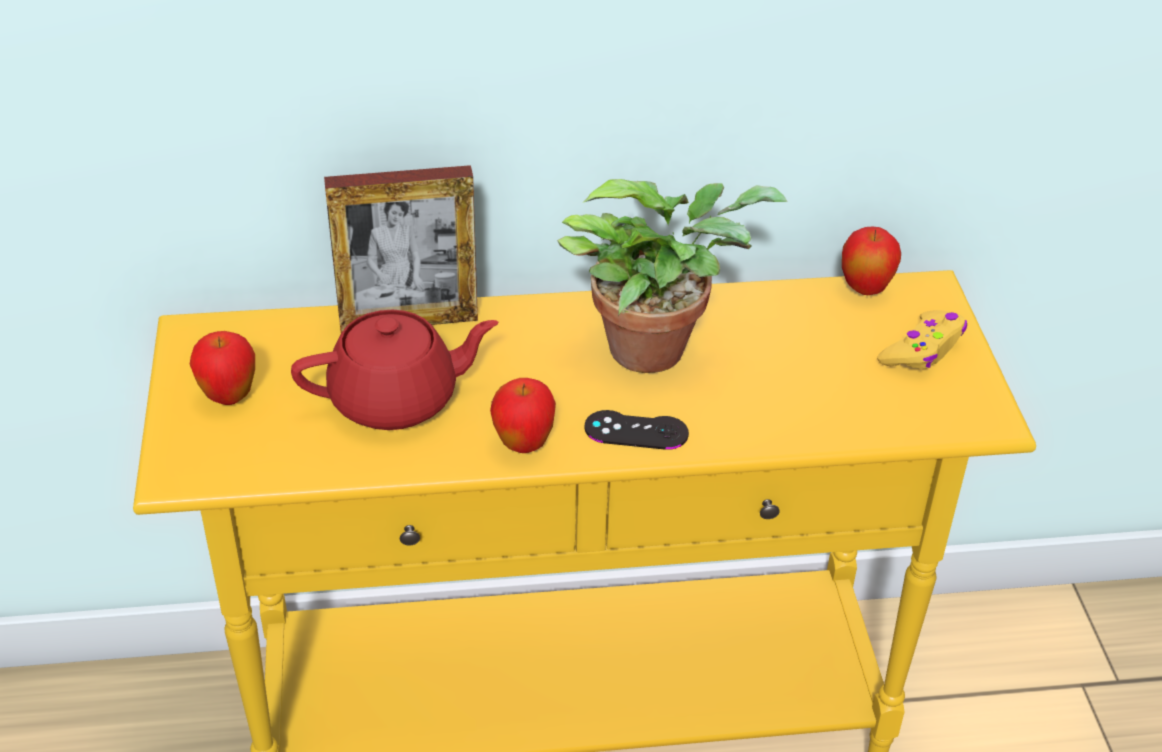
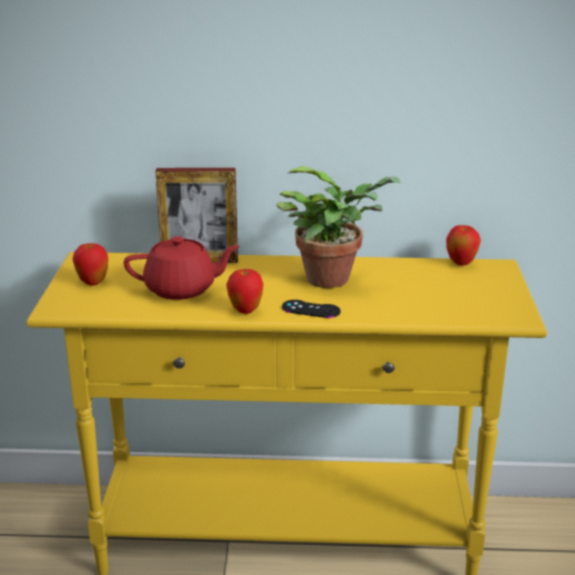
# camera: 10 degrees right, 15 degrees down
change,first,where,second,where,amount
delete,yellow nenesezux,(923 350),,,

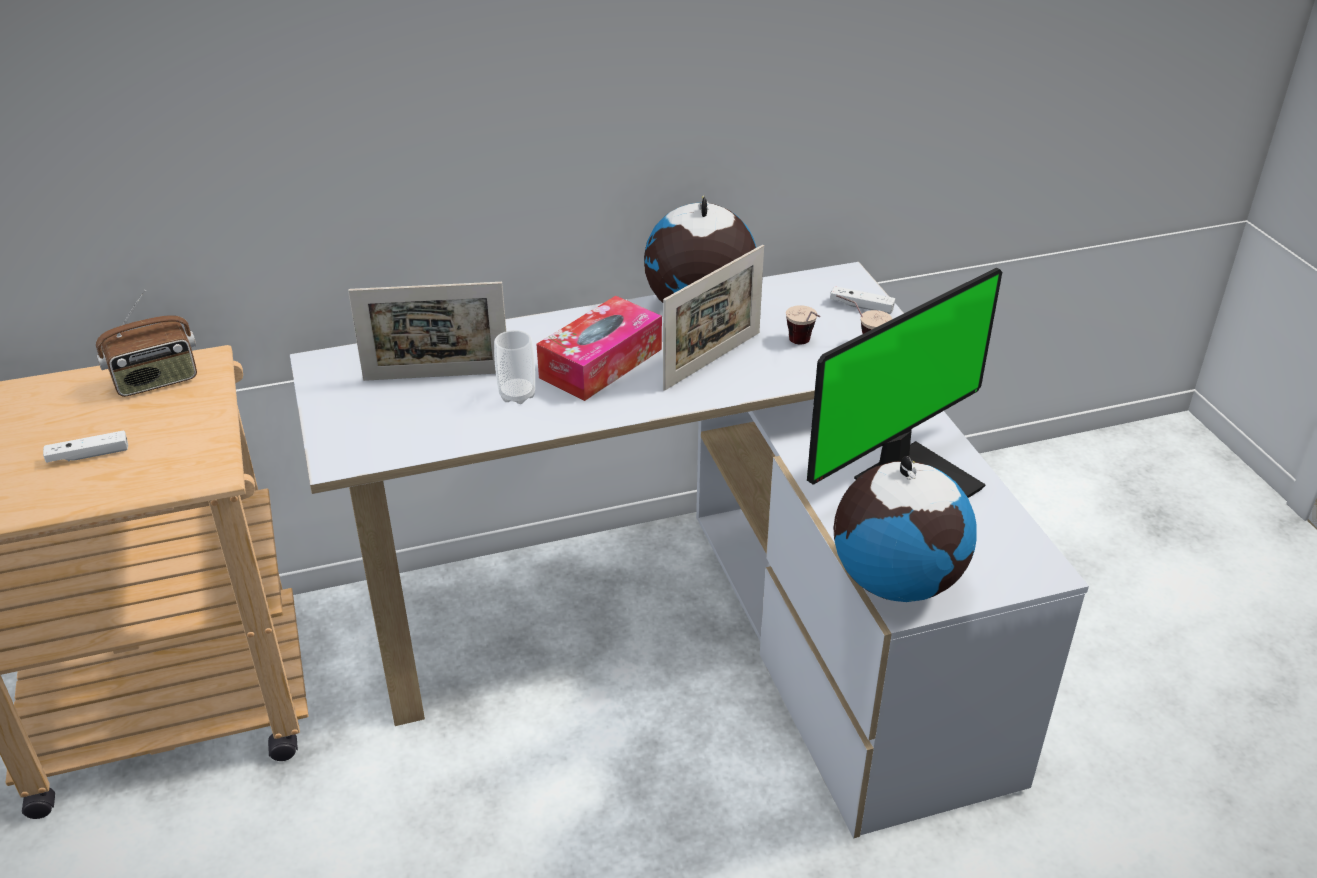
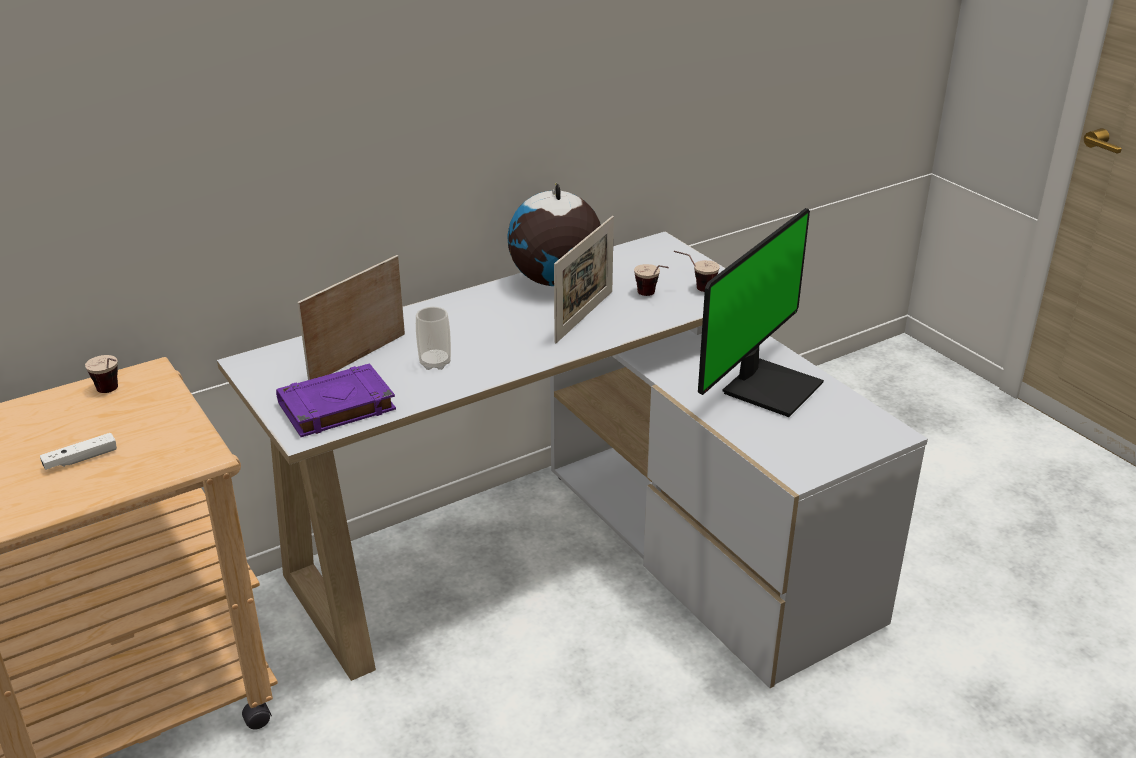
# camera: 15 degrees left, 5 degrees down
change,first,where,second,where,amount
delete,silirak,(601 363),,,
delete,white nenesezux,(861 306),,,
delete,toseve,(896 580),,,
insert,,,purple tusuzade,(335 407),
replace,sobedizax,(156 381),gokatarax,(113 393),
rotate,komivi,(436 376),,(358 358),150 degrees clockwise

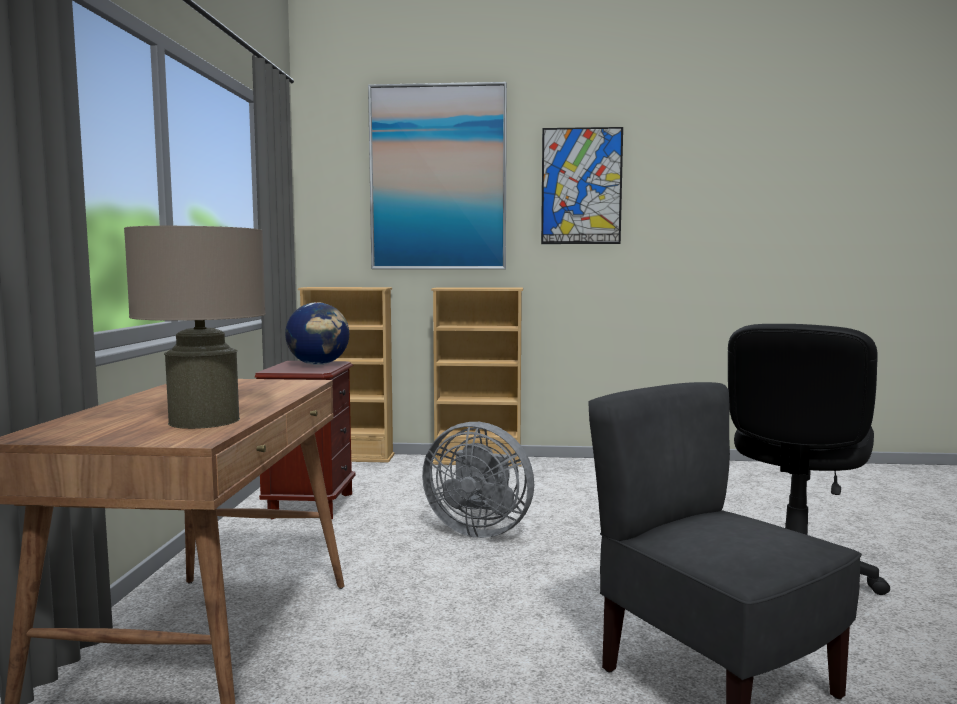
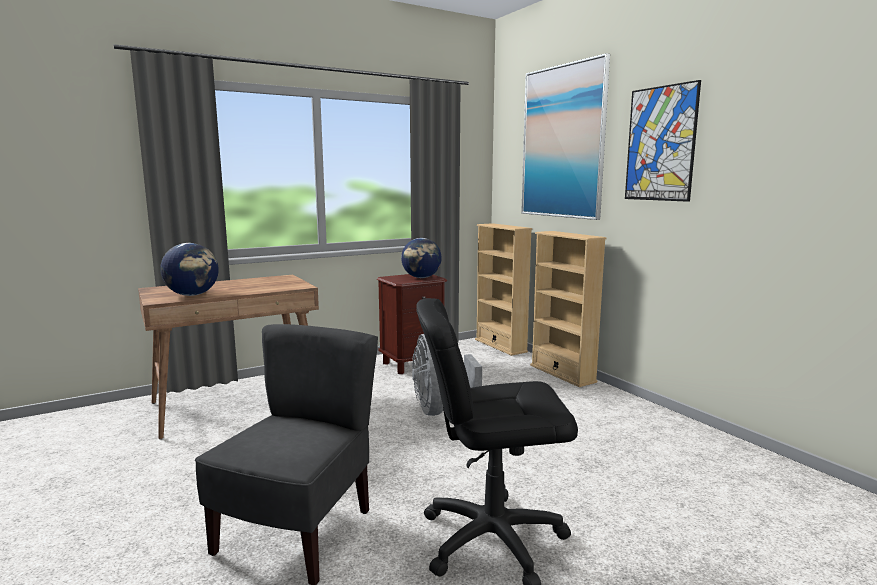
# camera: 55 degrees right, 5 degrees up
change,first,where,second,where,amount
replace,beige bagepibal,(204 421),toseve,(192 295),

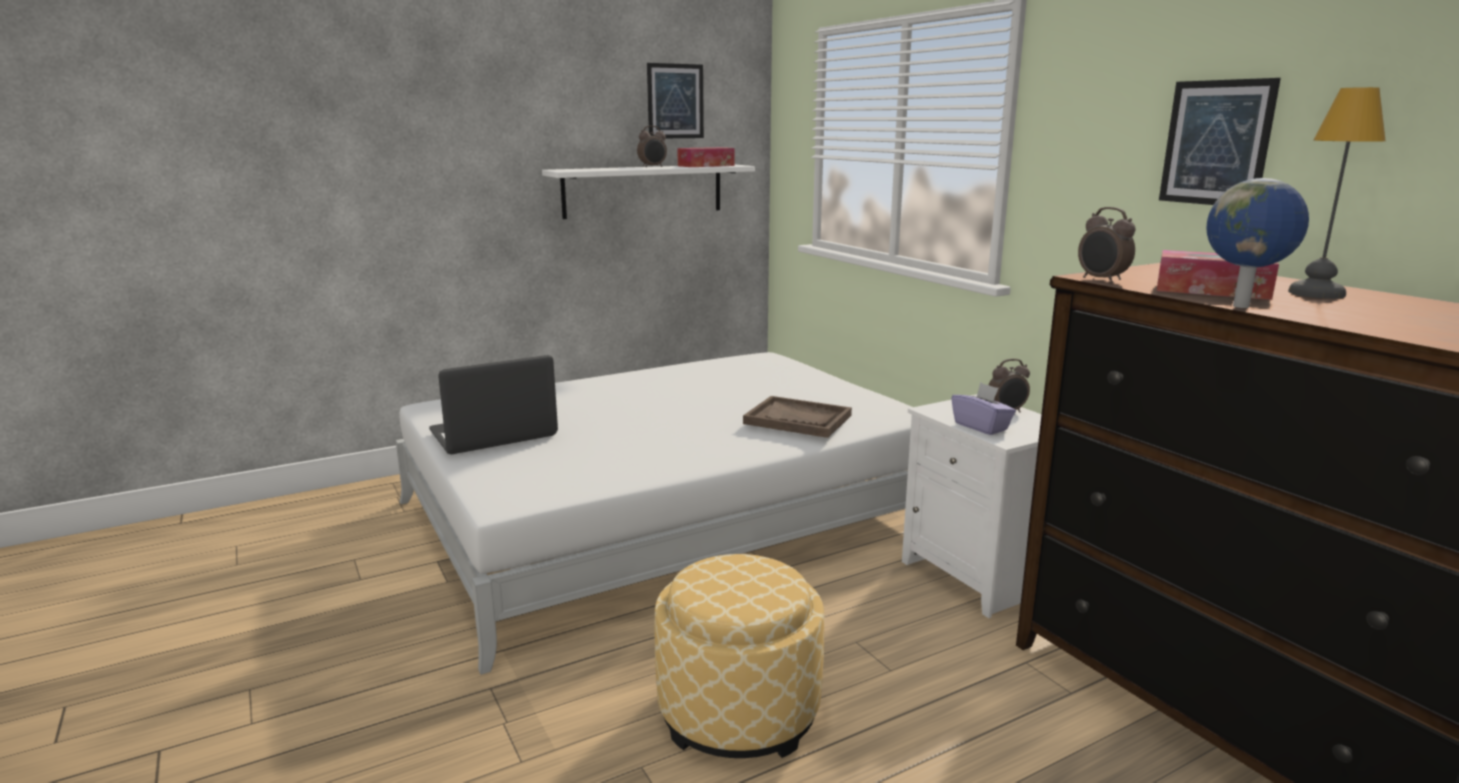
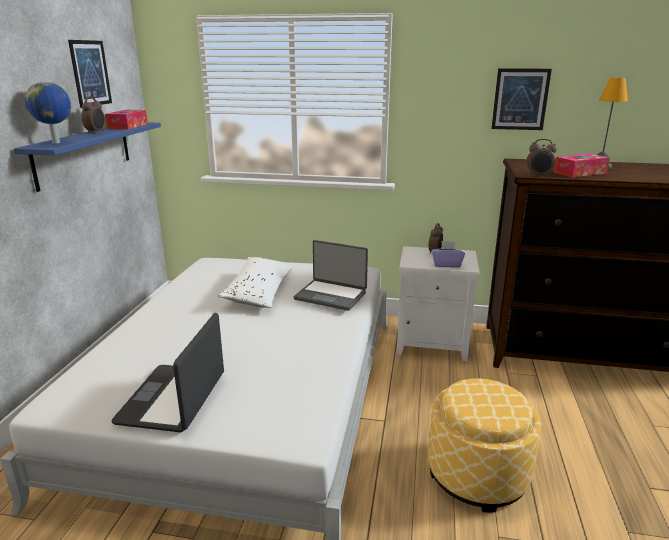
# camera: 50 degrees left, 5 degrees up
change,first,where,second,where,amount
insert,,,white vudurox,(259 291),
move,toseve,(1242 306),,(57 143),
replace,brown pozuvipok,(798 419),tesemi,(331 295),
recolor,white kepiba,(643 190),blue kepiba,(84 153),

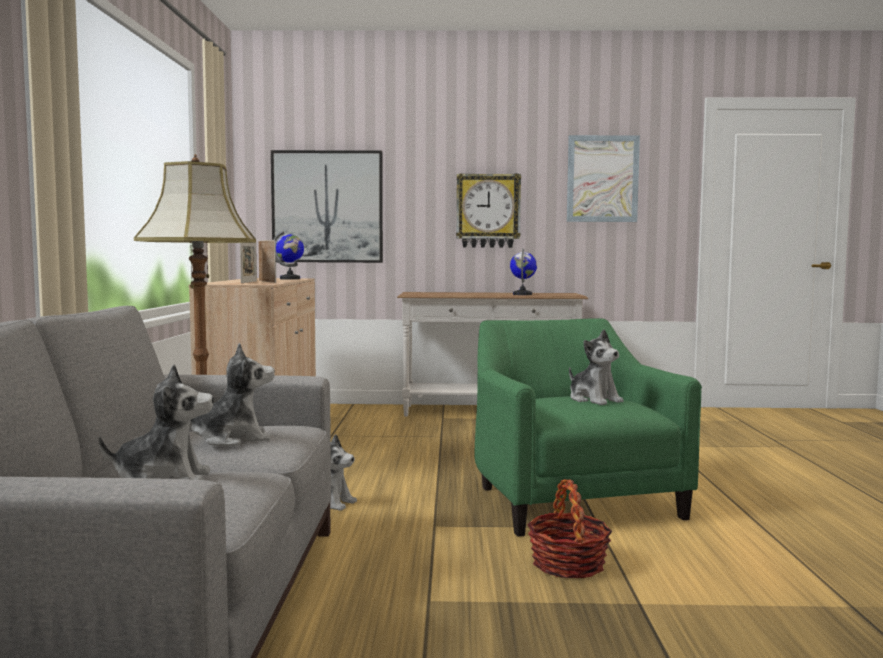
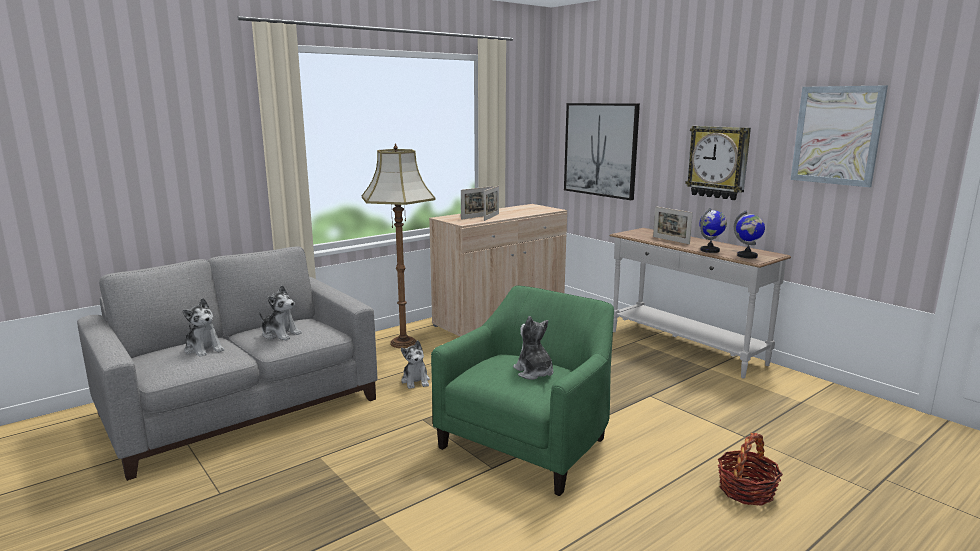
# camera: 50 degrees right, 10 degrees up
change,first,where,second,where,amount
insert,,,komivi,(670 240),
move,toseve,(290 279),,(747 256),
move,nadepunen,(568 564),,(746 490),
rotate,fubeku,(594 399),,(534 372),135 degrees clockwise

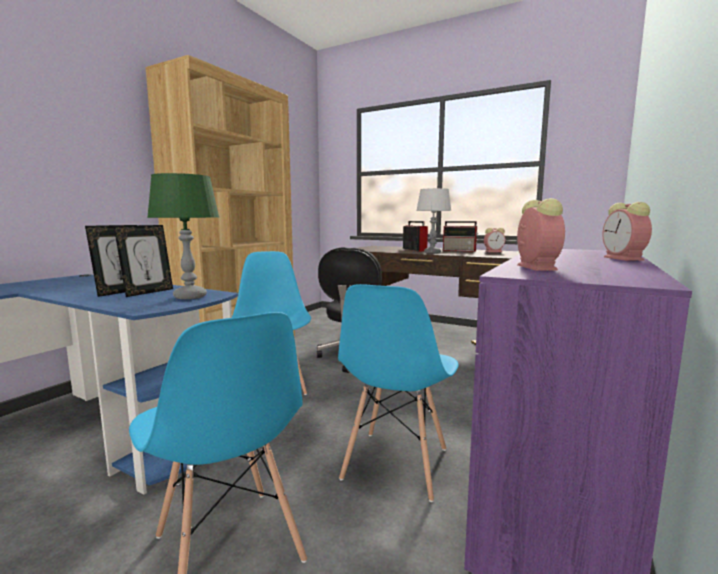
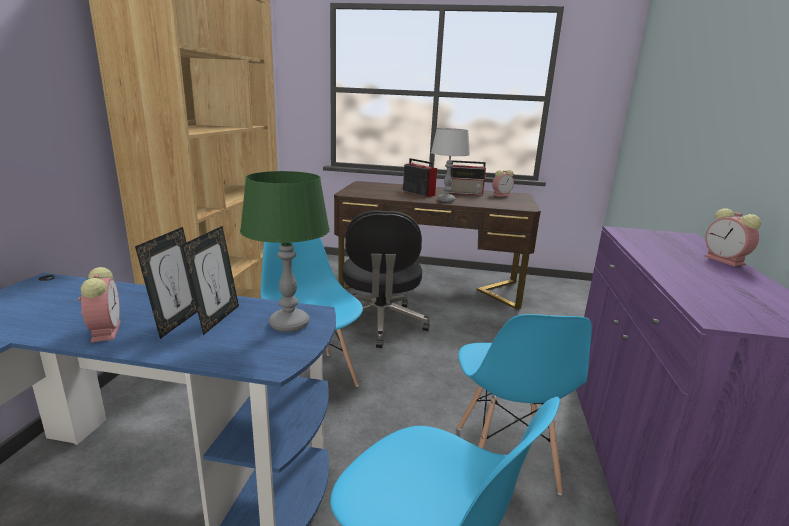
# camera: 20 degrees left, 10 degrees up
change,first,where,second,where,amount
move,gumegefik,(534 267),,(105 330),

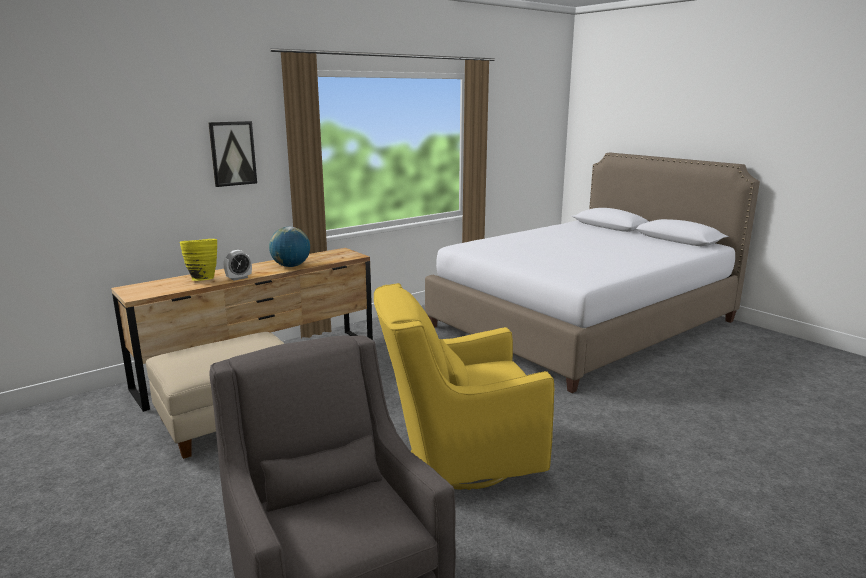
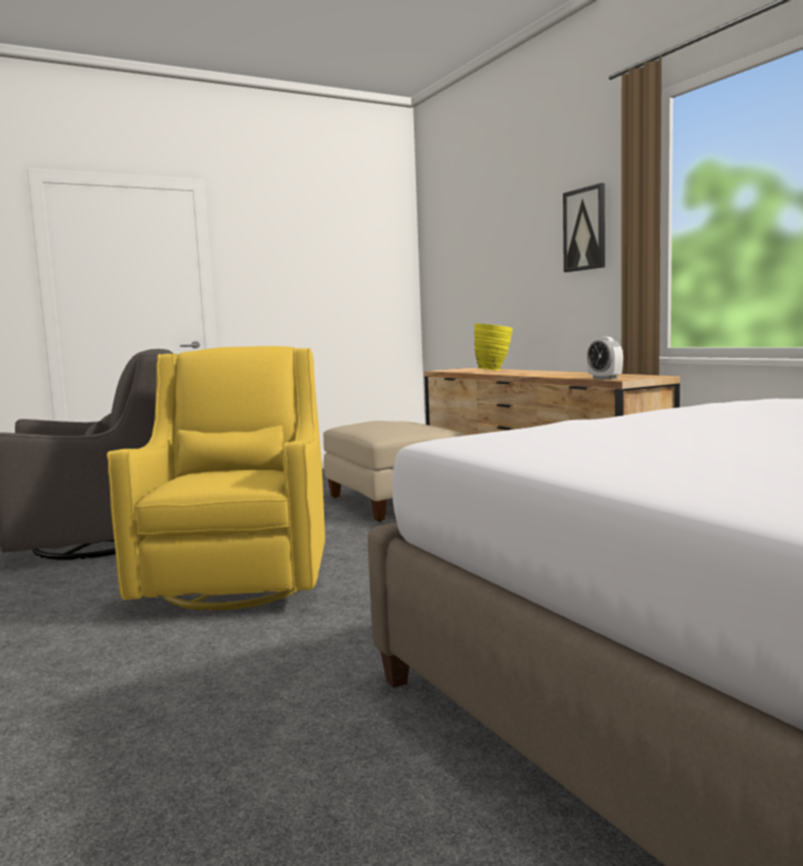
# camera: 100 degrees right, 10 degrees down
change,first,where,second,where,amount
delete,toseve,(291 266),,,
move,gumegefik,(239 278),,(604 378),

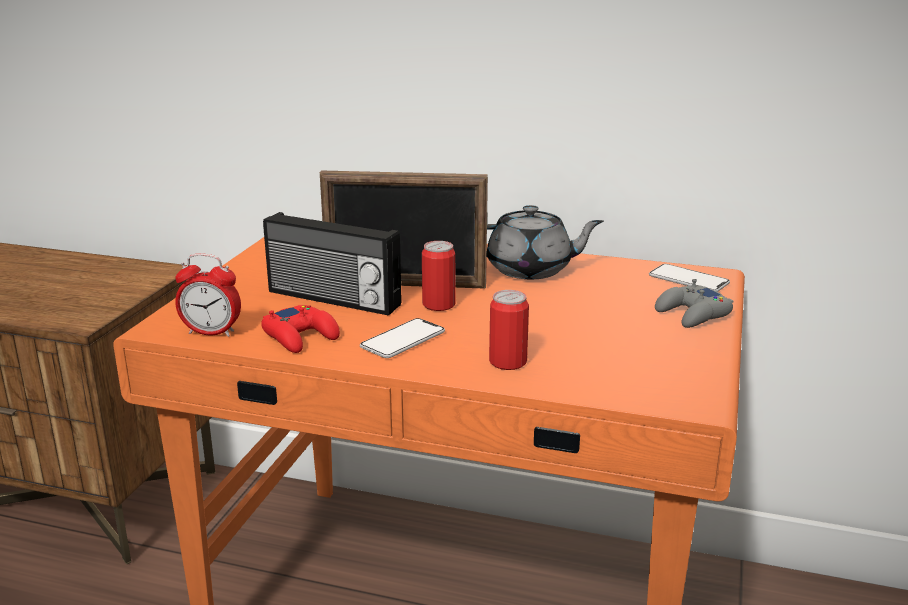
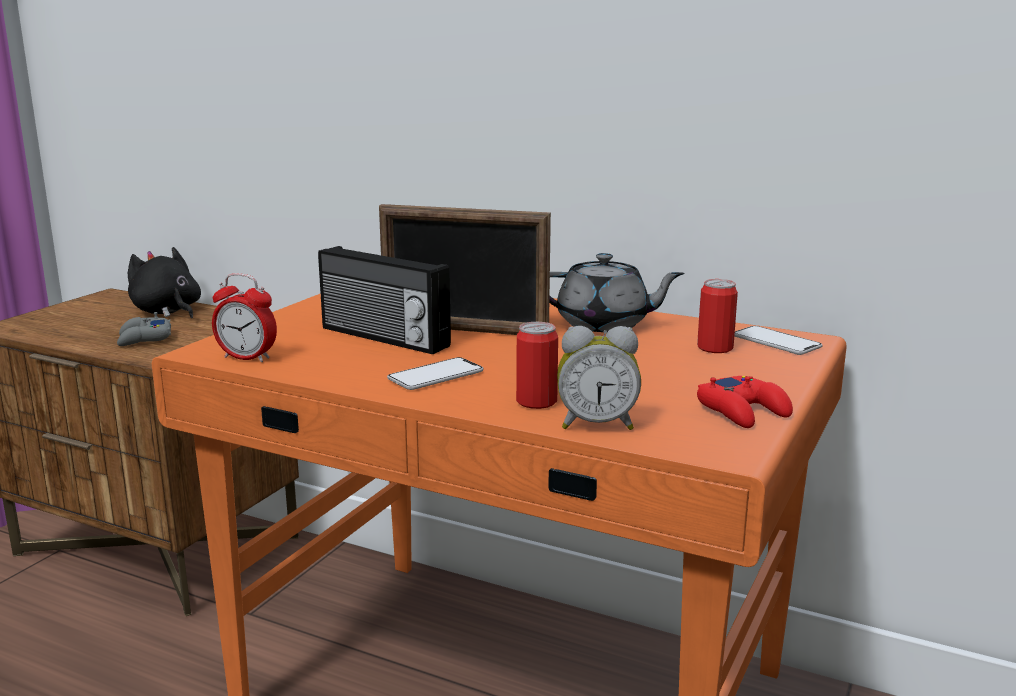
# camera: 10 degrees right, 5 degrees down
change,first,where,second,where,amount
insert,,,black fubeku,(167 312),
insert,,,gumegefik,(596 424),
move,red nenesezux,(301 336),,(743 411),
move,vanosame,(439 305),,(715 348),
move,grey nenesezux,(693 314),,(144 339),

